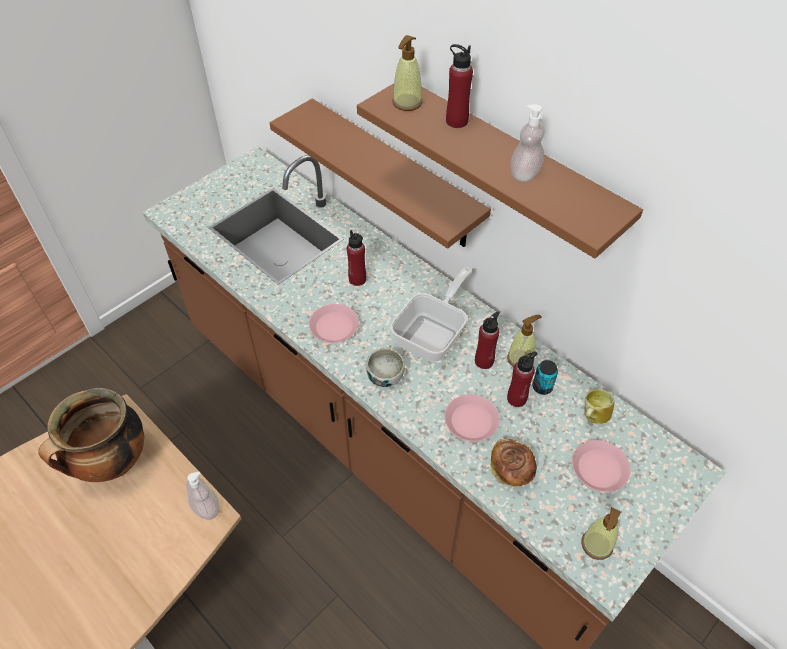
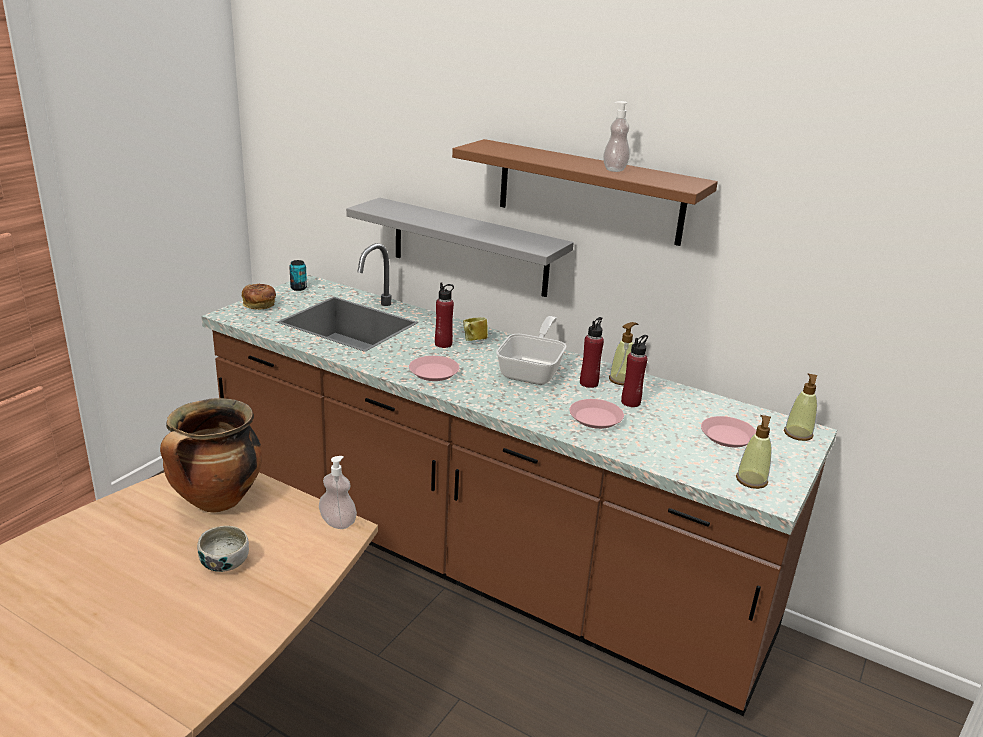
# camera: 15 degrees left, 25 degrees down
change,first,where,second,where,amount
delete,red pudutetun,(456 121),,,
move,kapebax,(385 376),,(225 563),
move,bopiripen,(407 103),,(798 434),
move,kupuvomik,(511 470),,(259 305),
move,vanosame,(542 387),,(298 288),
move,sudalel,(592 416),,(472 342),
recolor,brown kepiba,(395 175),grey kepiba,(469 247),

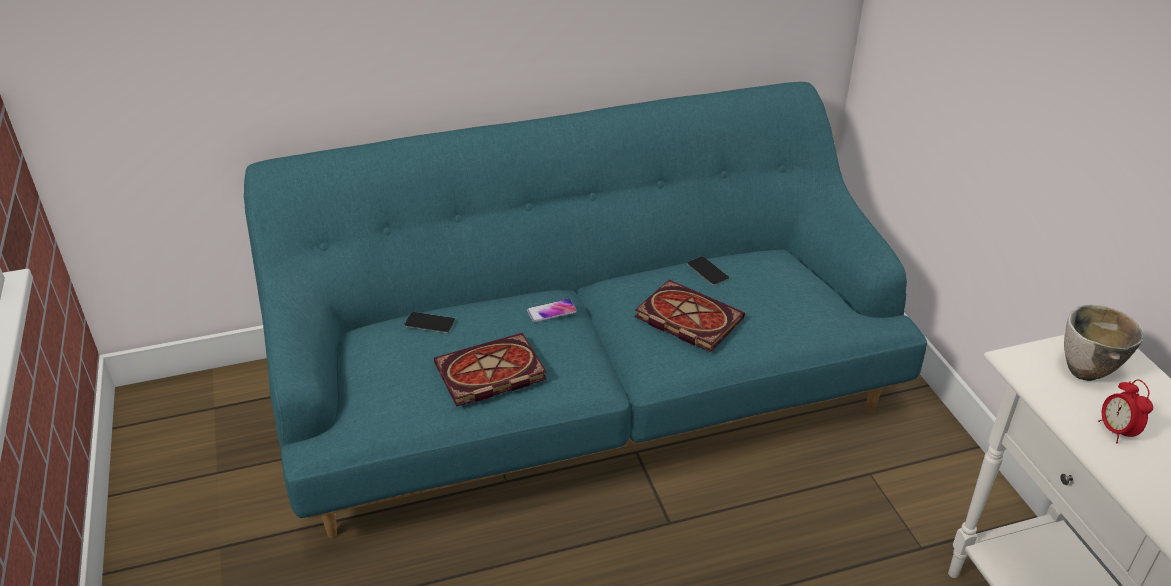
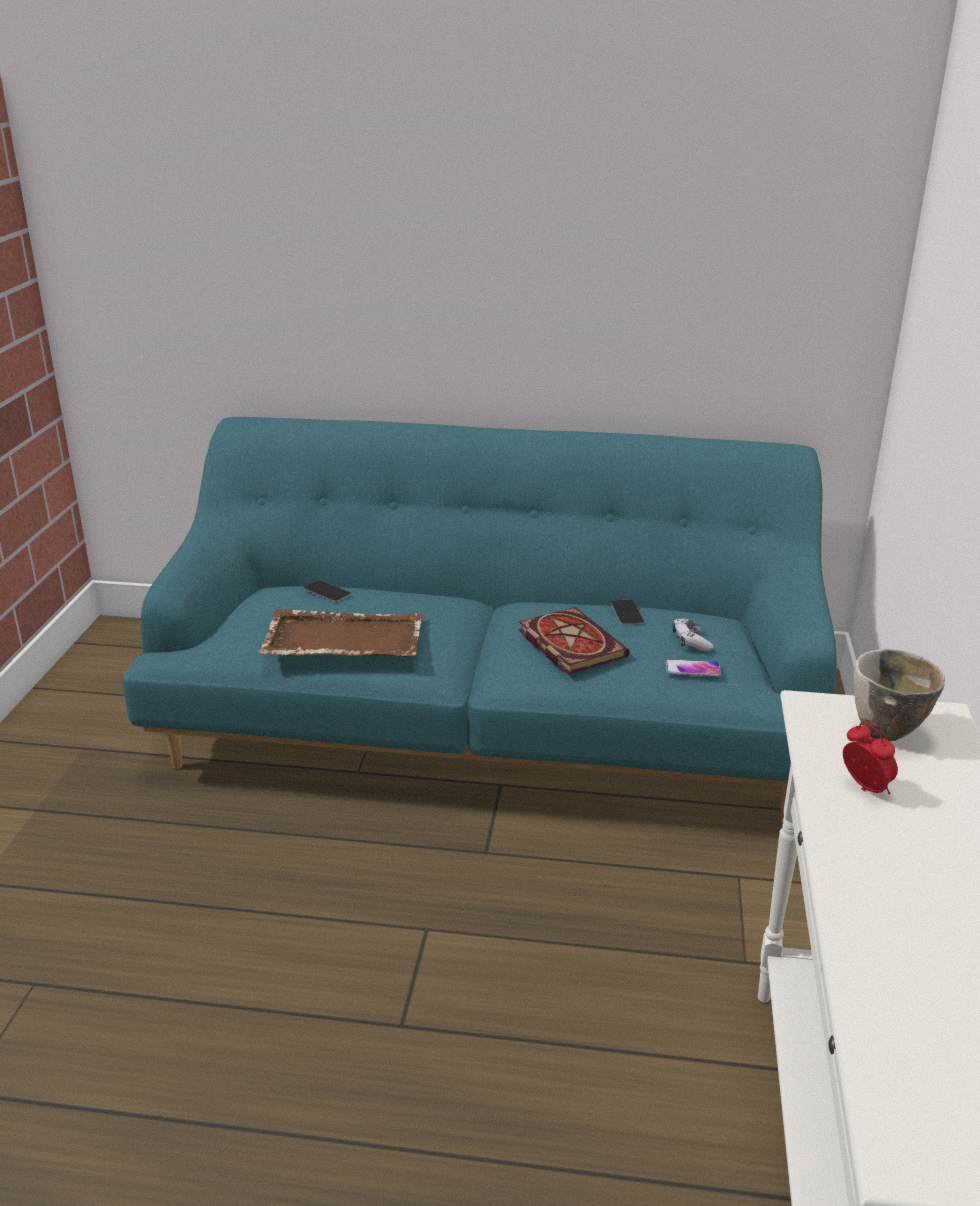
# camera: 25 degrees right, 10 degrees down
change,first,where,second,where,amount
insert,,,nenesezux,(690 641),
move,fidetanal,(551 311),,(692 669),
replace,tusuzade,(488 374),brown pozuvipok,(342 639),
rotate,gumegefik,(1116 431),,(865 789),135 degrees clockwise

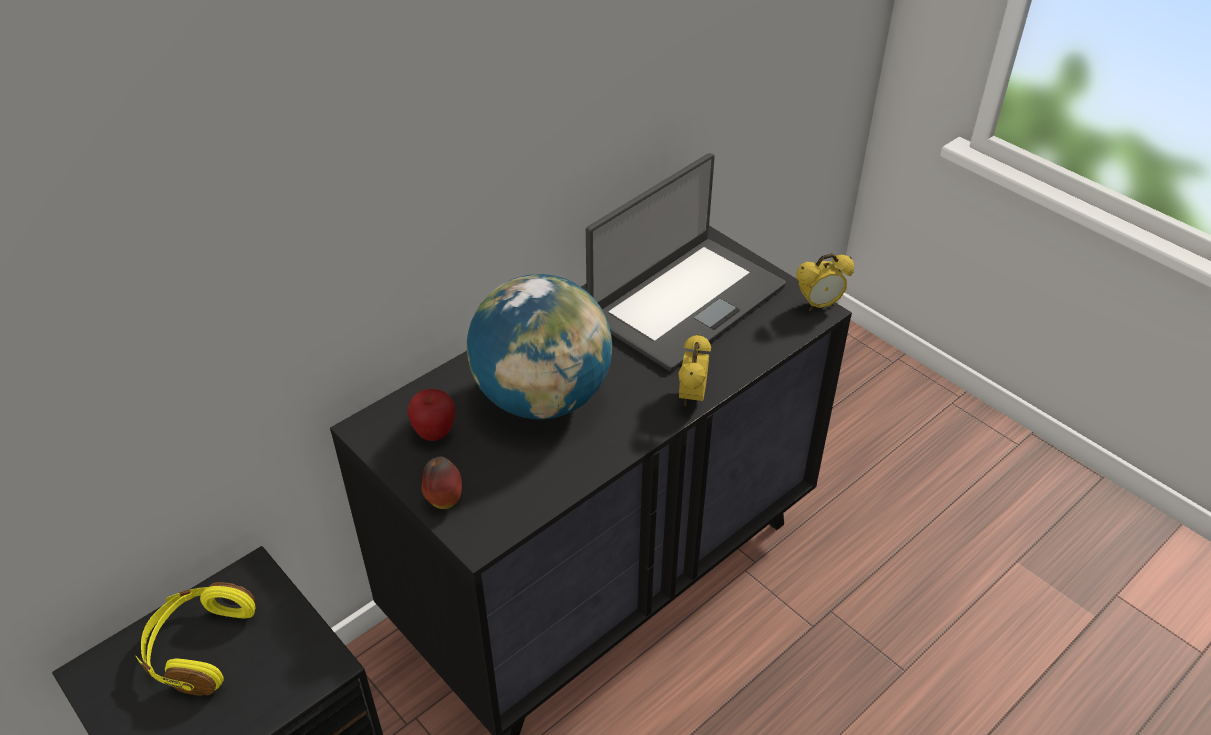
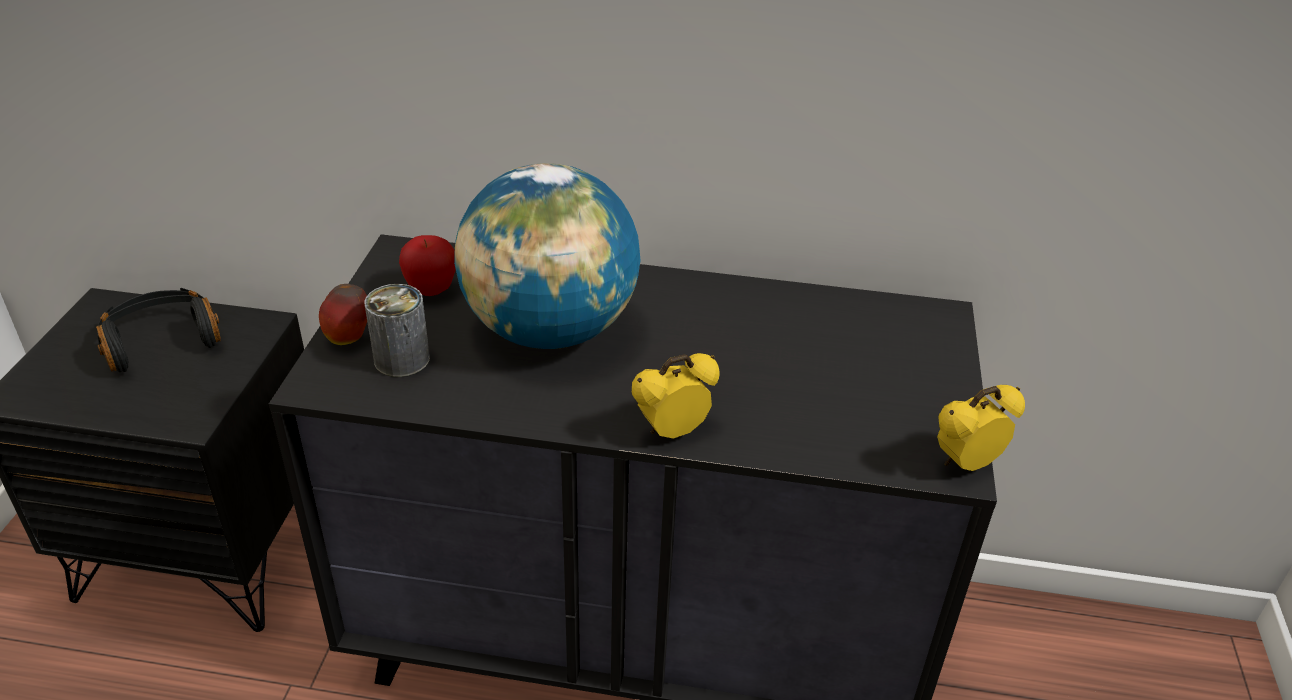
# camera: 50 degrees right, 5 degrees down
change,first,where,second,where,amount
delete,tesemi,(685 301),,,
insert,,,vanosame,(402 359),
recolor,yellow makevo,(198 647),black makevo,(161 341),
rotate,gumegefik,(819 305),,(966 464),120 degrees clockwise

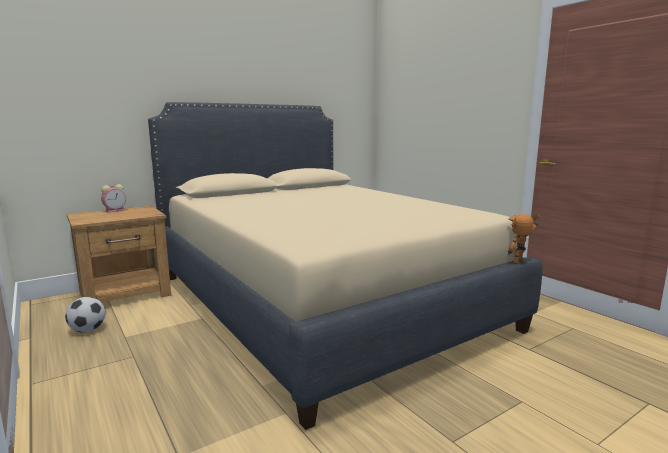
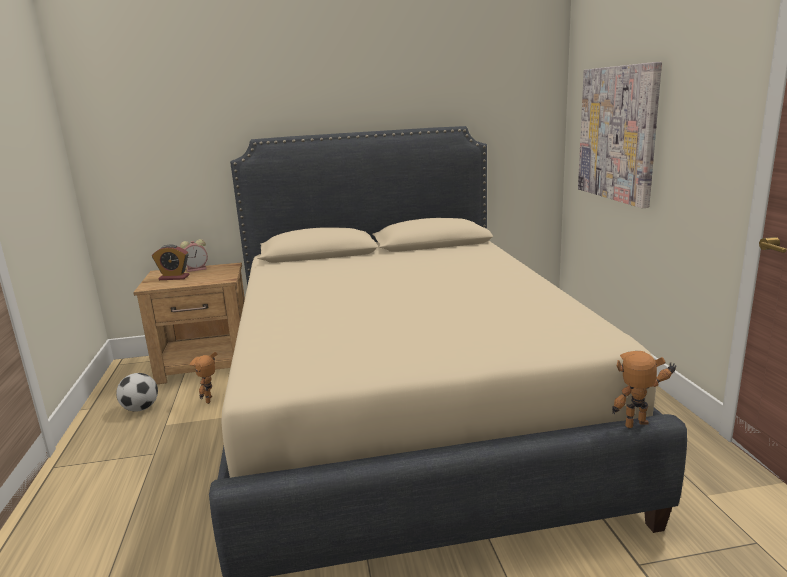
# camera: 25 degrees right, 5 degrees up
change,first,where,second,where,amount
insert,,,gumegefik,(174 277),
insert,,,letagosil,(211 400),
insert,,,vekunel,(618 133),

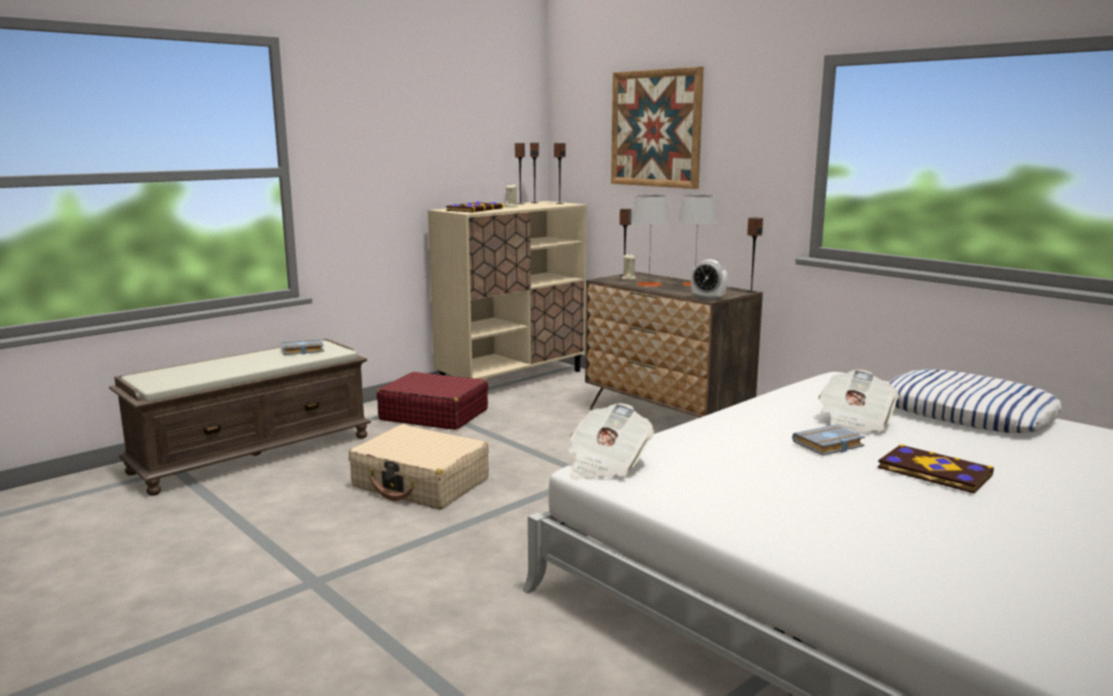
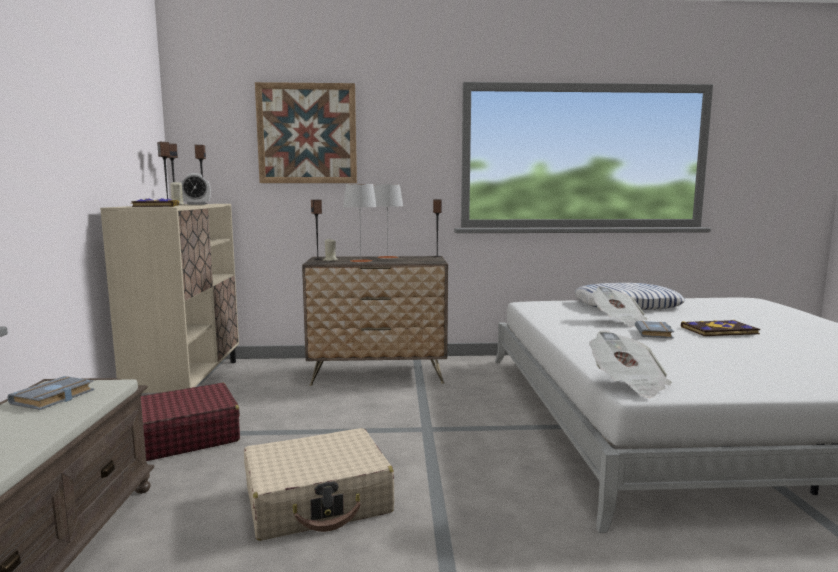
# camera: 50 degrees left, 5 degrees down
change,first,where,second,where,amount
move,gumegefik,(708 298),,(196 204),

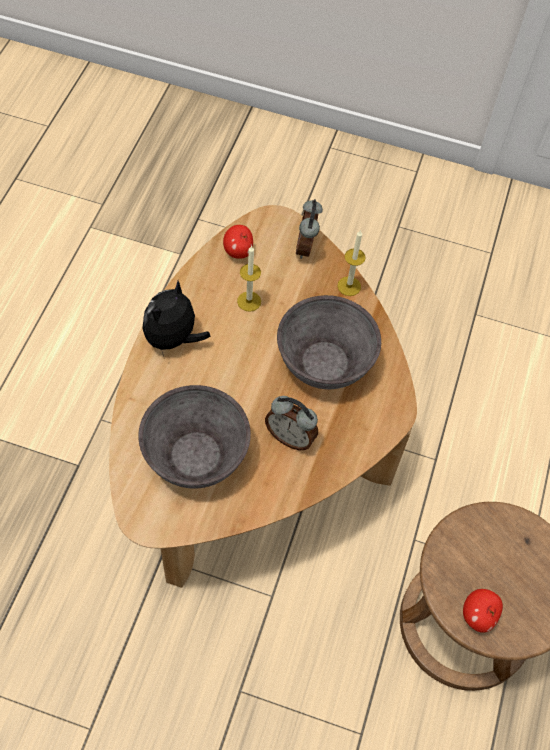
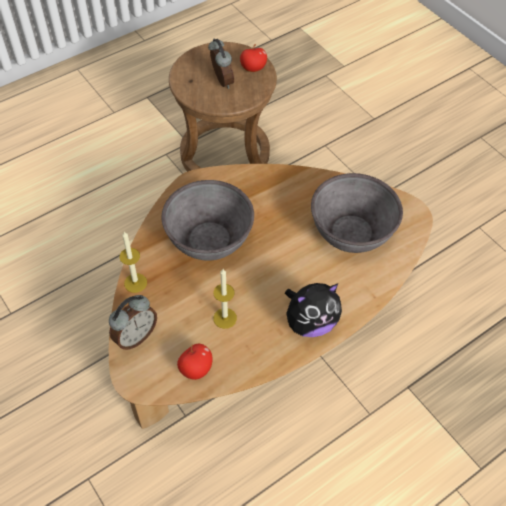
# camera: 140 degrees left, 5 degrees down
change,first,where,second,where,amount
move,gumegefik,(290 437),,(221 82),

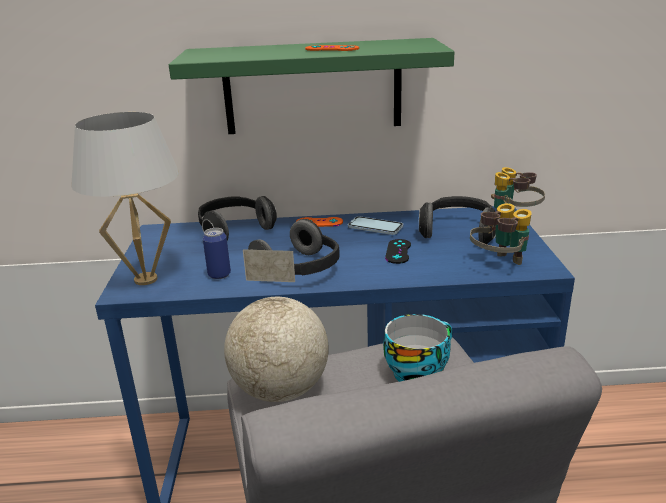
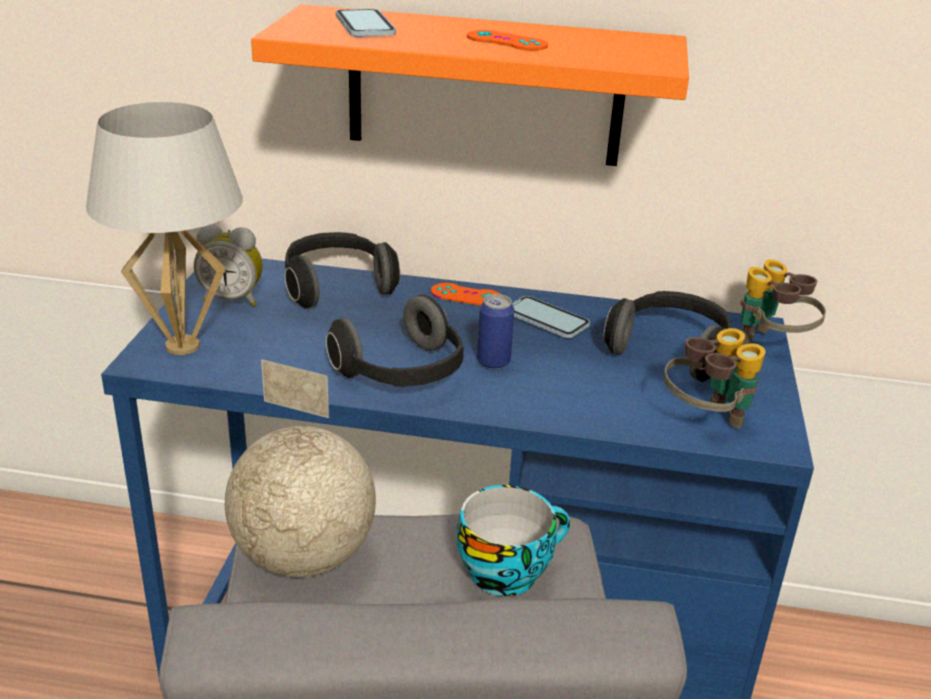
# camera: 10 degrees right, 5 degrees up
change,first,where,second,where,amount
delete,black nenesezux,(398 251),,,
insert,,,gumegefik,(232 299),
insert,,,fidetanal,(365 26),
move,vanosame,(219 275),,(493 362),
recolor,green kepiba,(312 87),orange kepiba,(485 87),

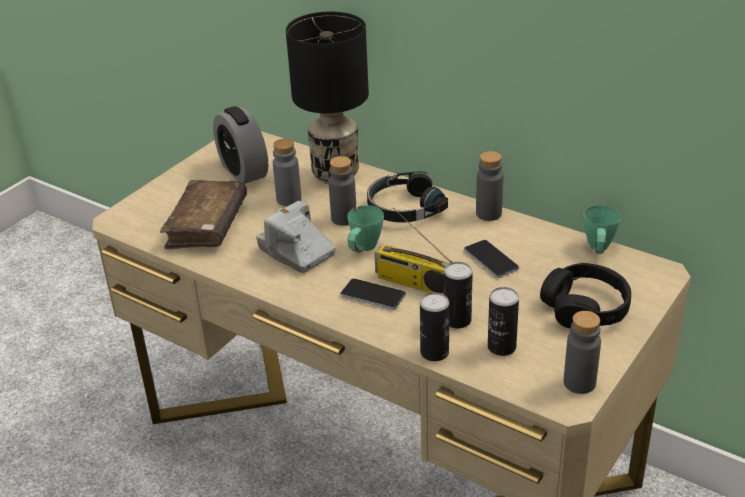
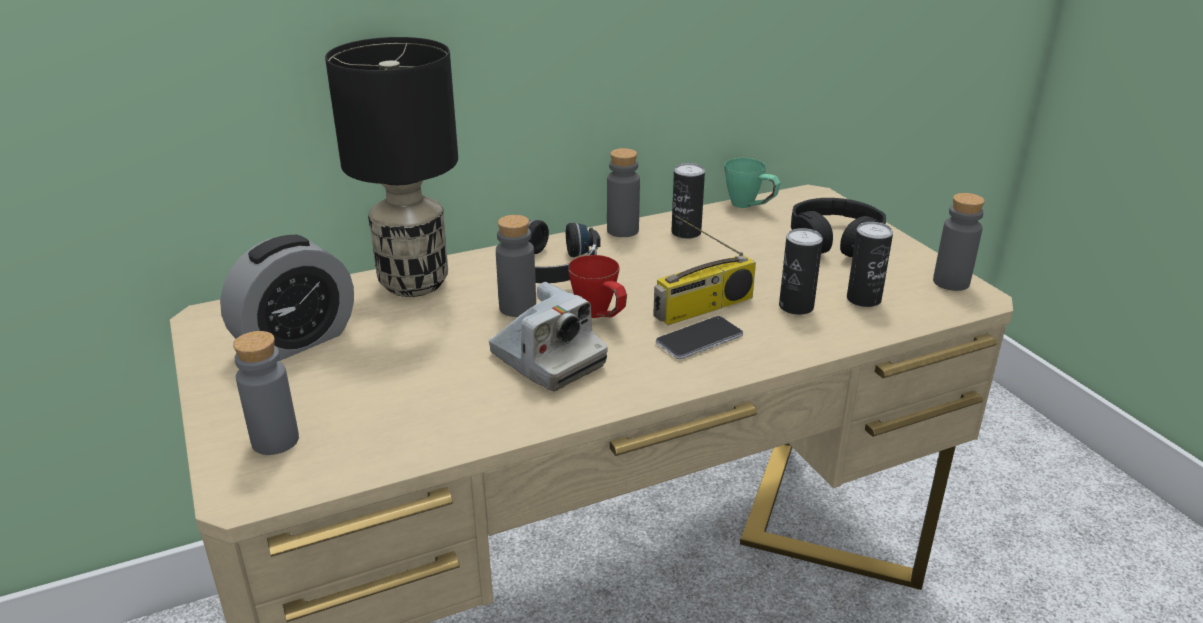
# camera: 60 degrees left, 5 degrees down
change,first,where,second,where,amount
delete,brown tusuzade,(207 225),,,
delete,fidetanal,(491 260),,,
move,grey pudutetun,(289 199),,(275 441),
move,vanosame,(434 352),,(686 232),
recolor,green sudalel,(363 250),red sudalel,(601 316),
rotate,gumegefik,(243 171),,(296 341),45 degrees counterclockwise
rotate,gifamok,(297 251),,(547 360),120 degrees counterclockwise

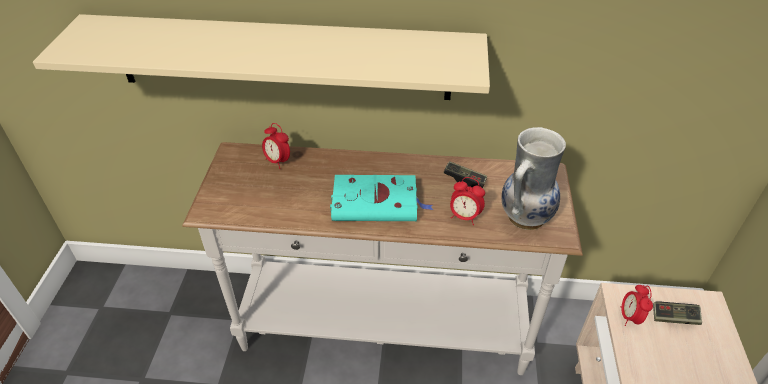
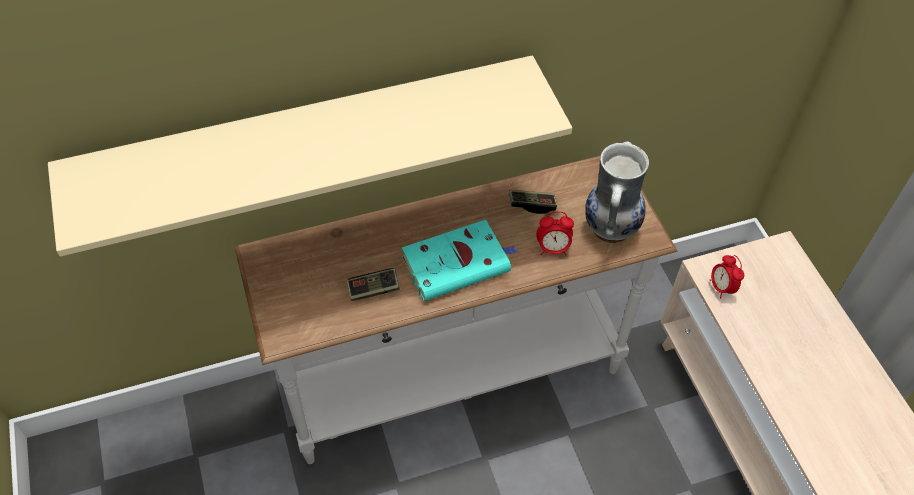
# camera: 25 degrees left, 10 degrees up
change,first,where,second,where,amount
delete,gumegefik,(278 161),,,
move,nenesezux,(674 318),,(373 290),

